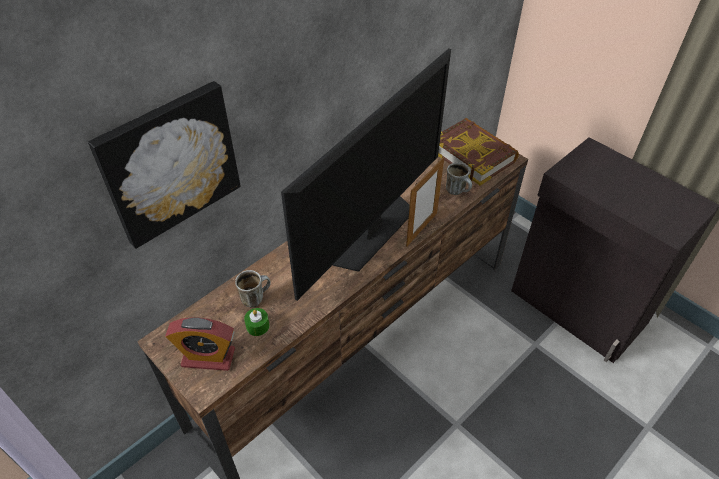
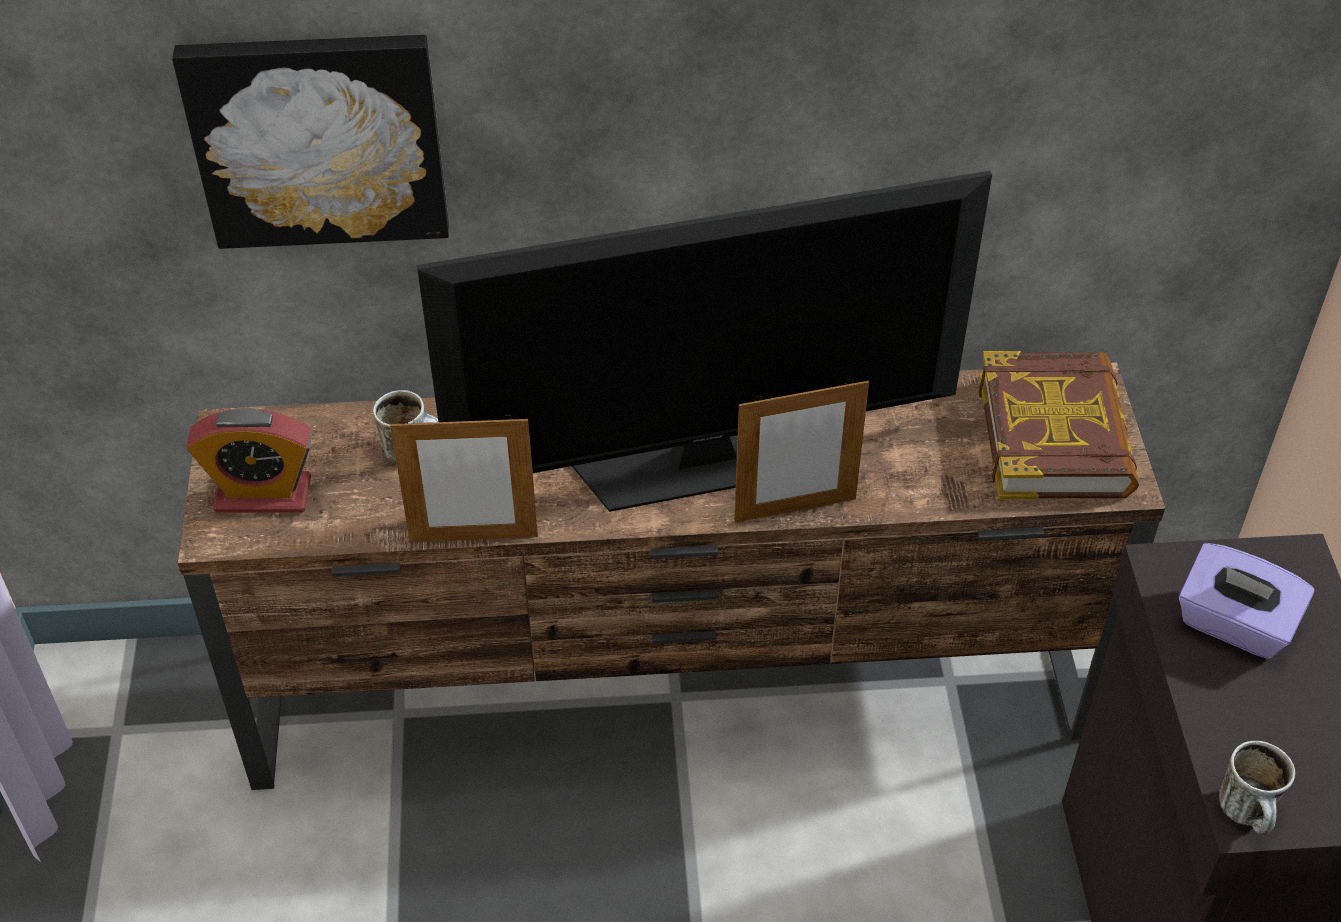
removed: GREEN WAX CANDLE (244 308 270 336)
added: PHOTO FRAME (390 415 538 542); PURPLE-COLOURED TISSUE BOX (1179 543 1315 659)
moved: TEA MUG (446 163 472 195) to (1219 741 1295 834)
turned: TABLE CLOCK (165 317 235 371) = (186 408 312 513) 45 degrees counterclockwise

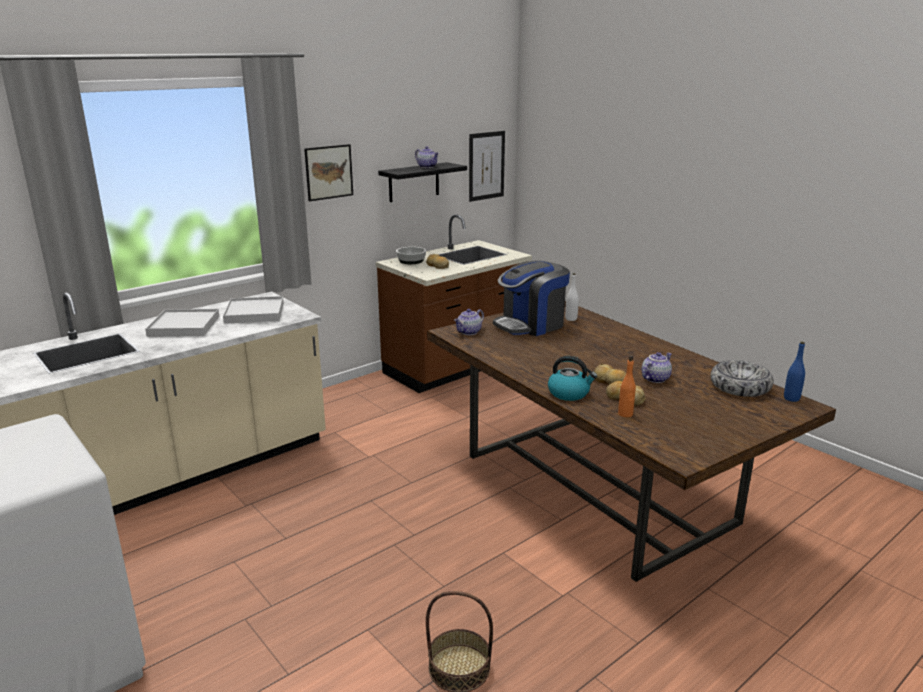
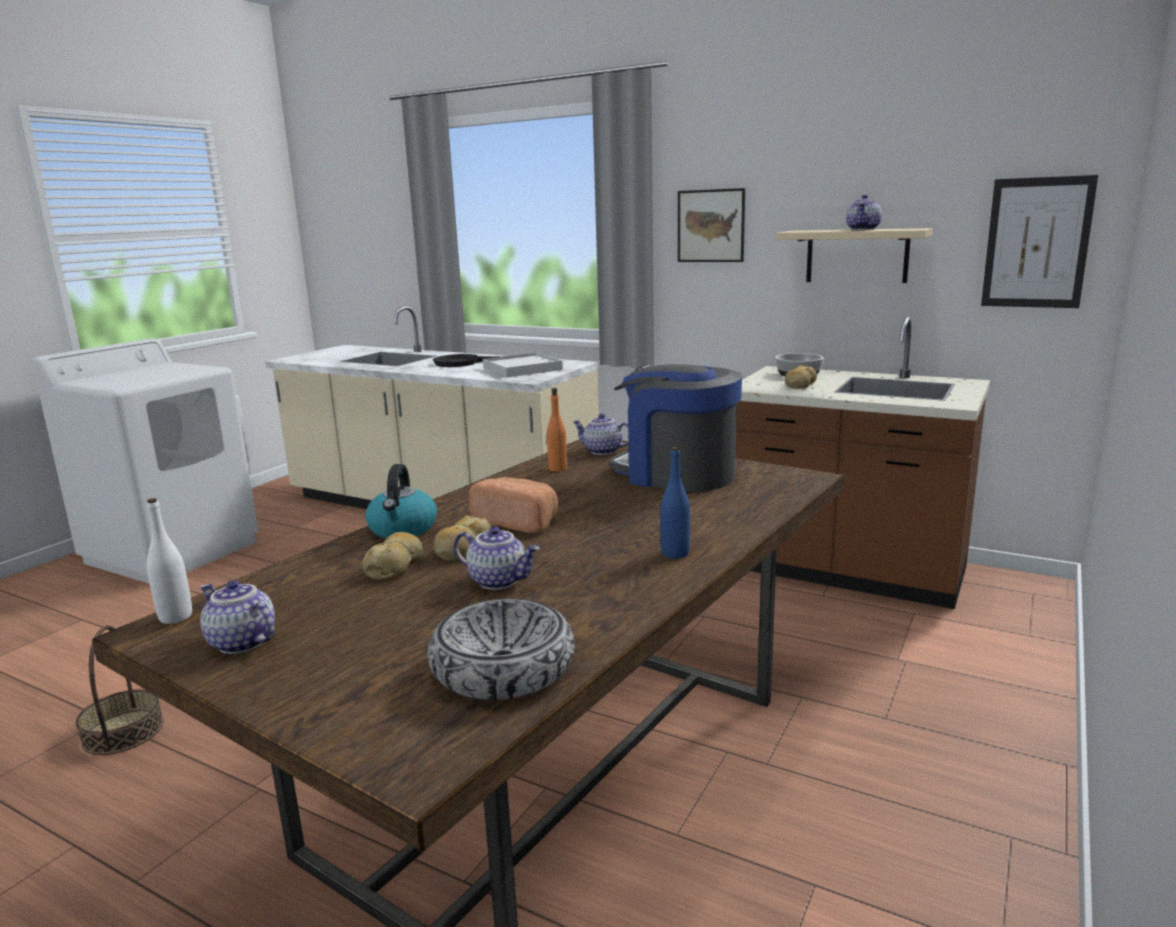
added: TEAPOT (200 580 275 654); BREAD (468 477 558 533)
moved: WHITISH BOTTLE (565 273 579 321) to (147 498 192 624); ORANGEY BOTTLE (618 355 636 417) to (546 388 567 472); BLUISH BOTTLE (784 342 805 402) to (660 447 690 559)
replaced: WHITISH SERVING TRAY (145 309 219 337) to BLACKISH PAN (433 354 512 367)
recoloured: BLACKISH BRACKET SHELF (378 162 467 202) to SAND-COLOURED BRACKET SHELF (775 228 933 283)

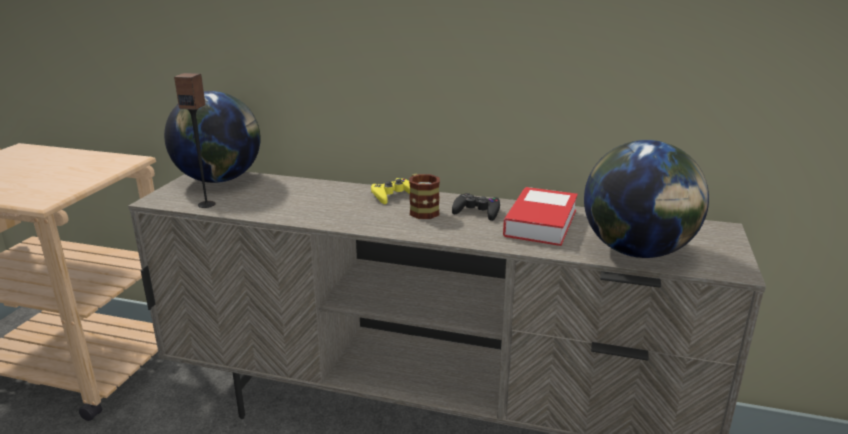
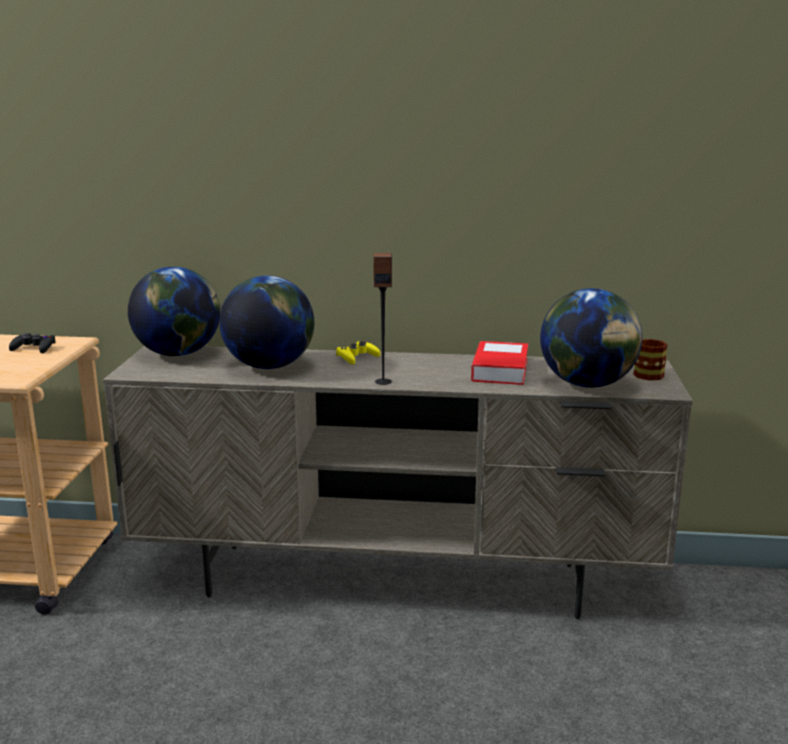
added: WORLD GLOBE (219 275 314 369)
moved: SPEAKER (174 73 215 208) to (373 253 392 385); TEA MUG (409 174 440 219) to (633 339 668 381); BLACKISH GAMEPAD (452 193 500 221) to (9 333 55 353)

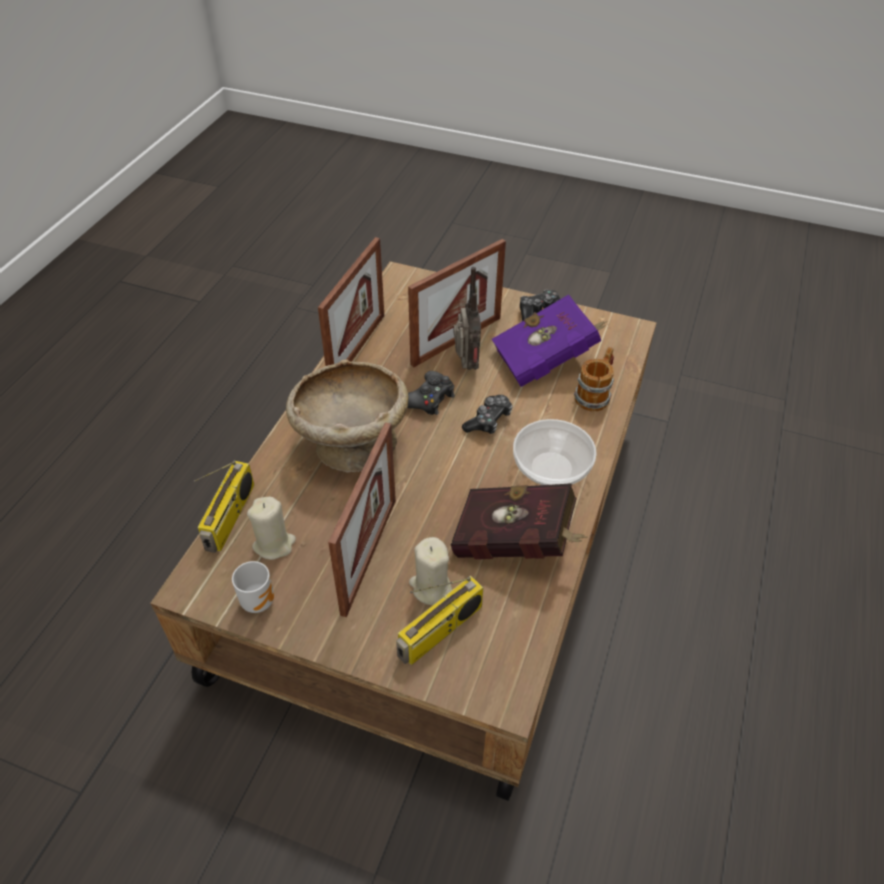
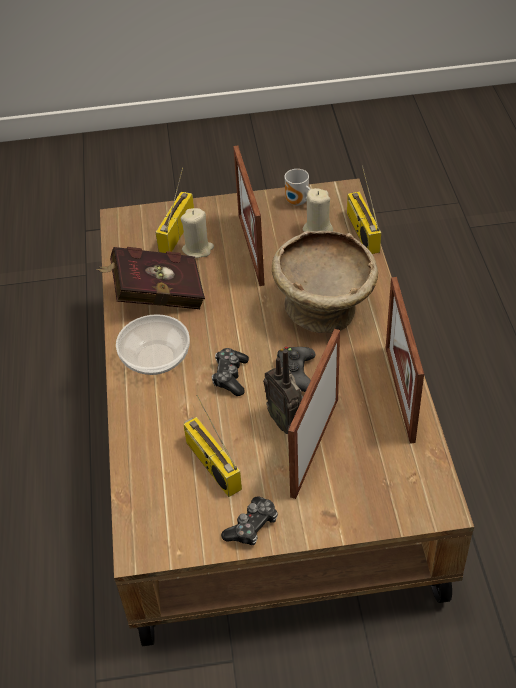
removed: TEA MUG (574 347 614 412)
replaced: PURPLE-COLOURED BOOK (492 294 607 387) to RADIO (183 395 242 497)

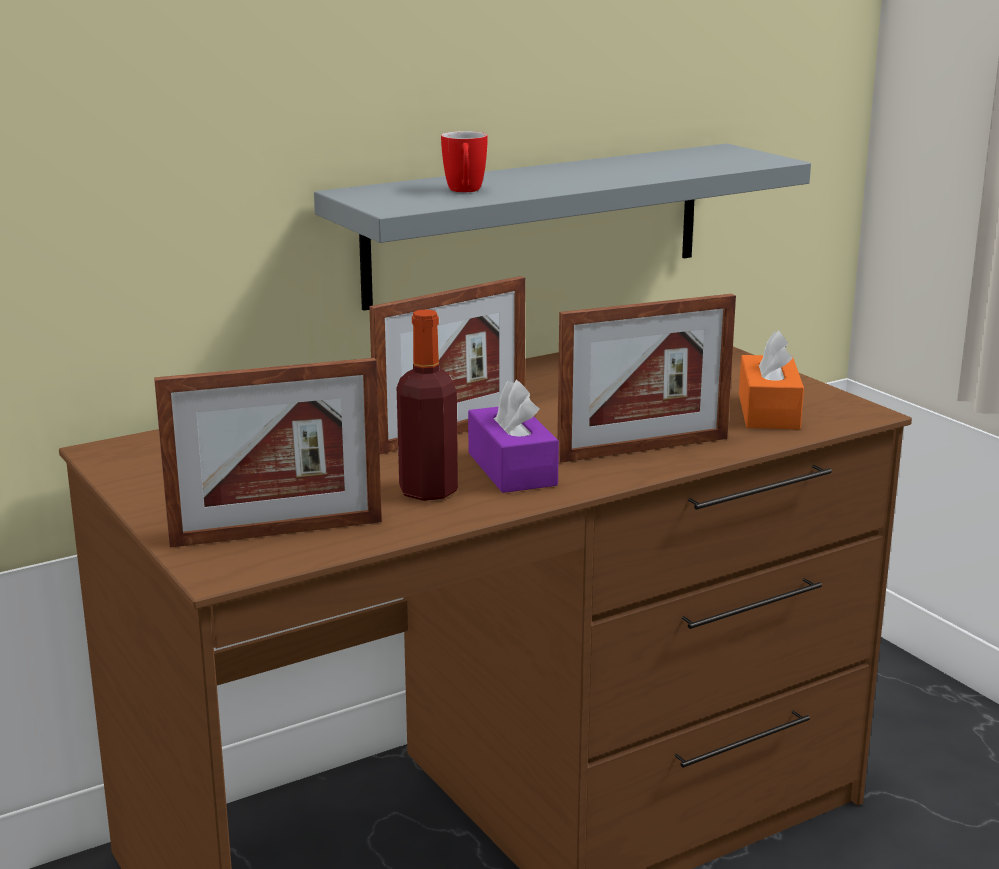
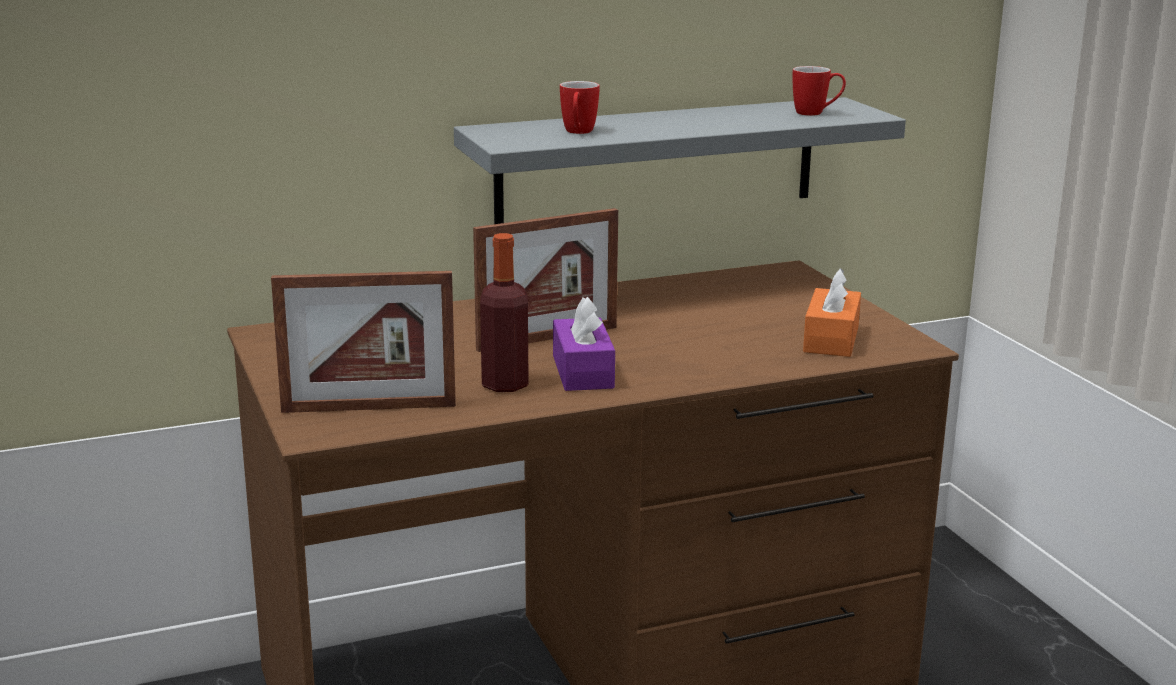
removed: PHOTO FRAME (557 294 736 463)
added: TEA MUG (793 66 846 116)

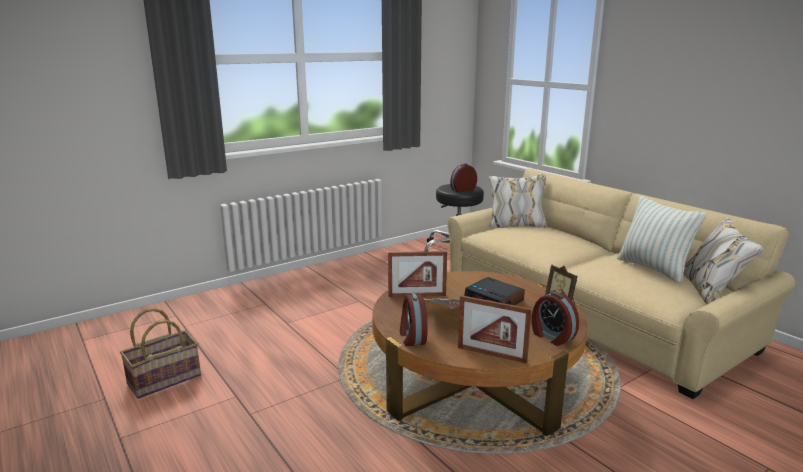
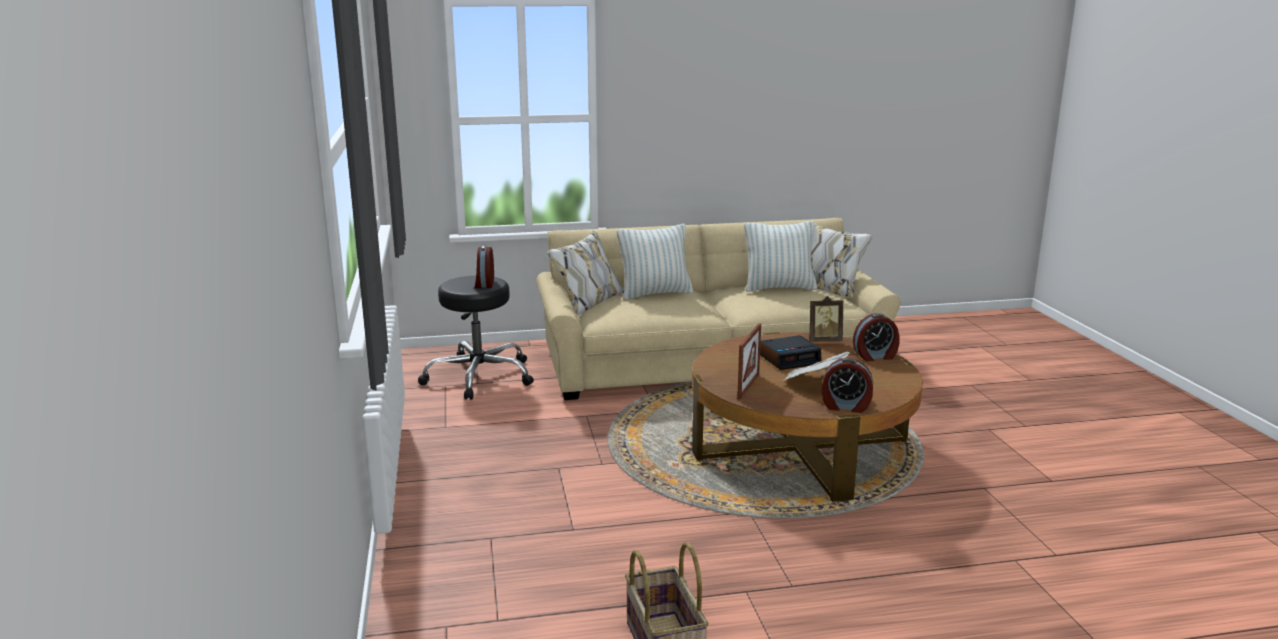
removed: PHOTO FRAME (458 295 532 364)
added: CUSHION (617 224 693 300)

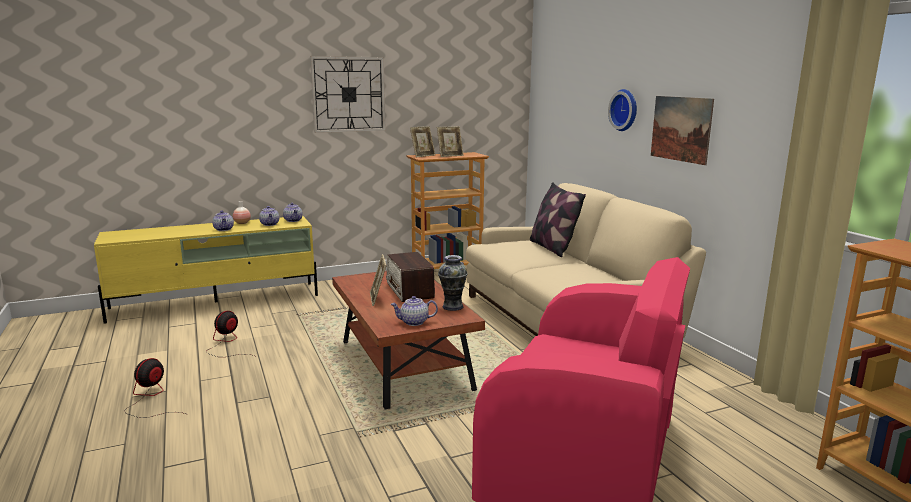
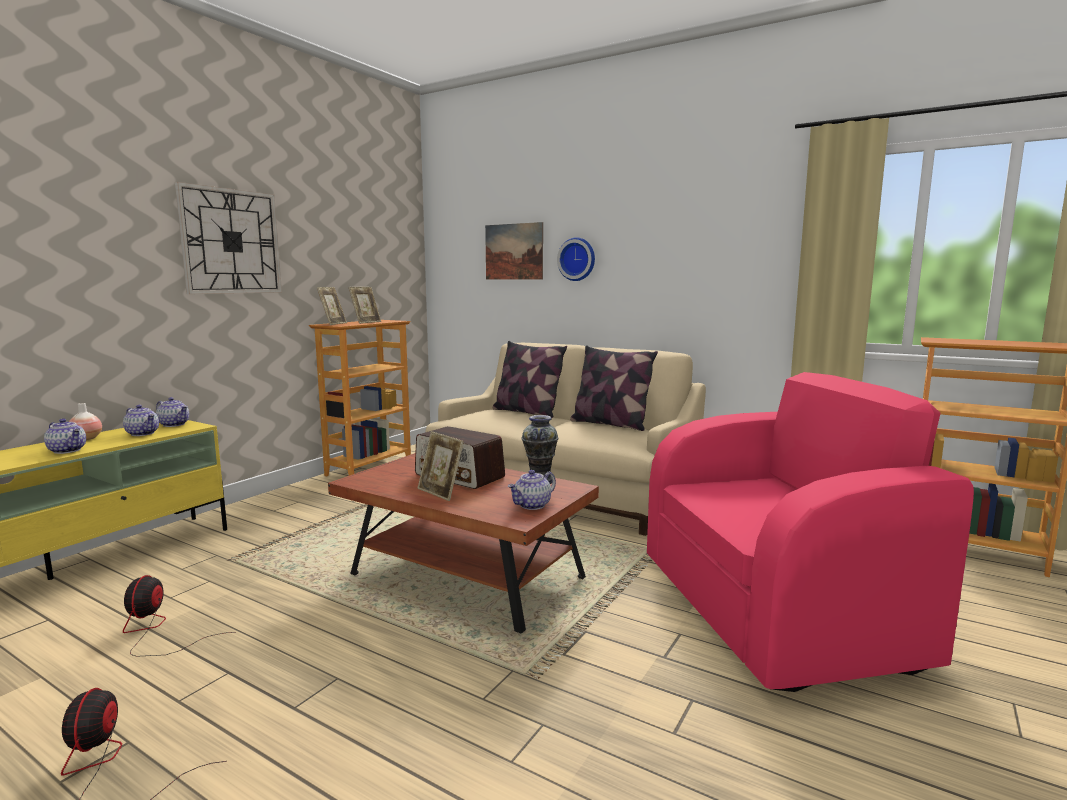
added: CUSHION (570 345 658 431)
moved: PICTURE (651 96 714 165) to (485 222 543 279)

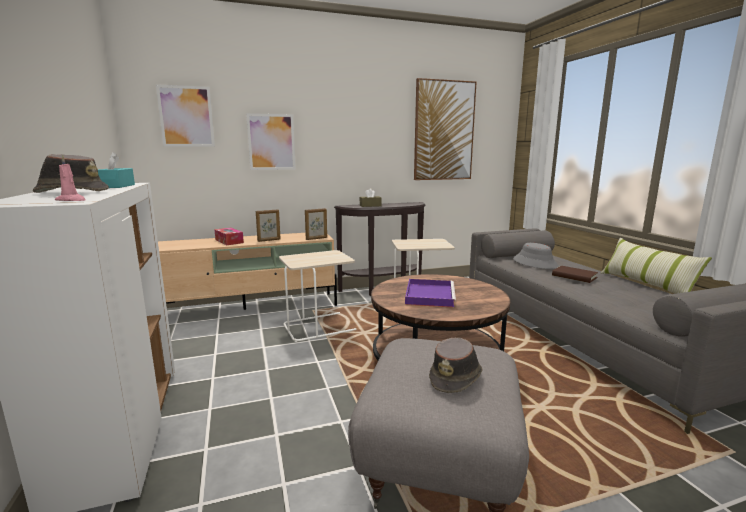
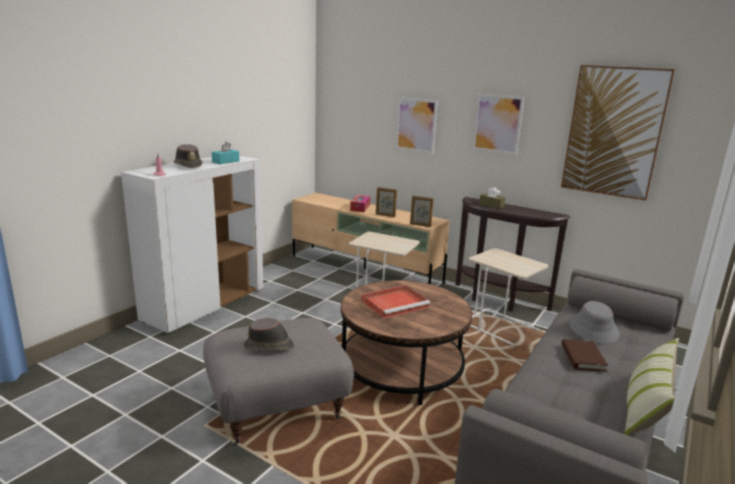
moved: PICTURE (156 84 215 147) to (472 94 524 155)
recoloured: PURPLE-COLOURED SERVING TRAY (405 279 456 308) to REDDISH SERVING TRAY (361 285 430 318)

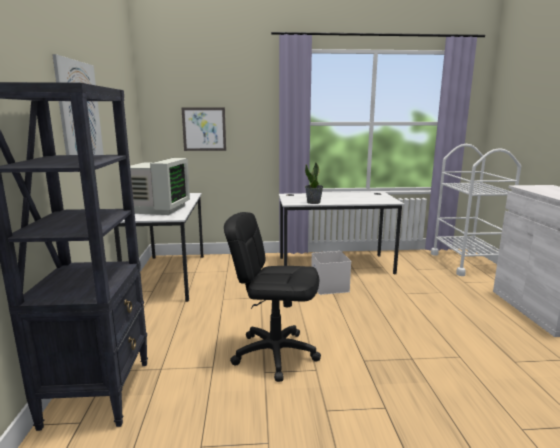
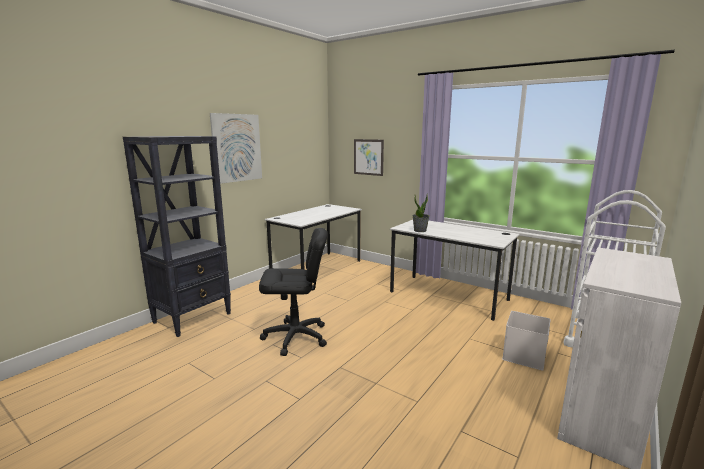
removed: MONITOR (130 158 190 215)
moved: WHITISH STORAGE BIN (311 251 351 295) to (502 311 551 370)
turned: BLACKISH COMPUTER CHAIR (224 212 321 382) = (259 228 328 356) 120 degrees clockwise

